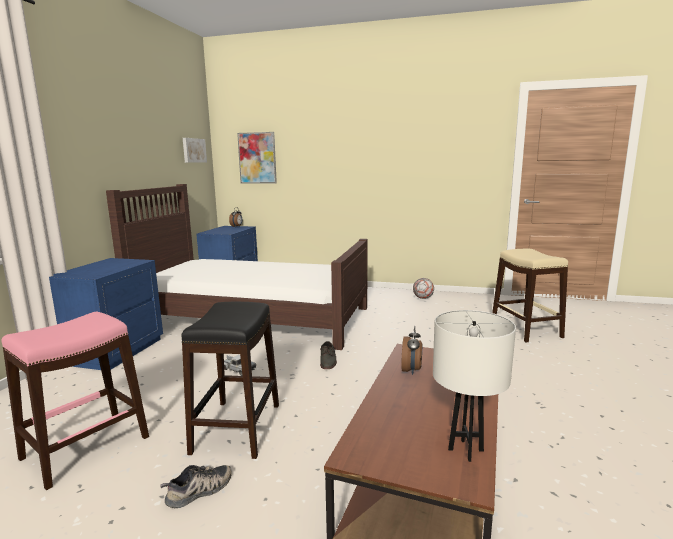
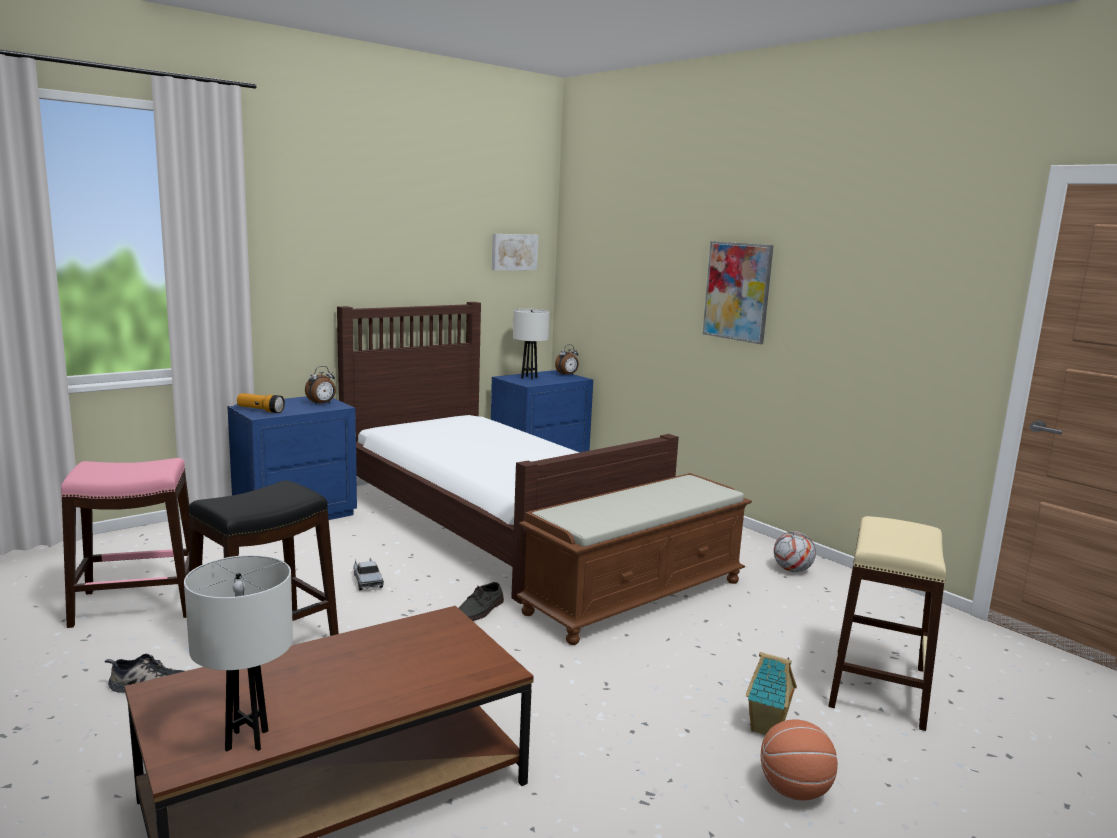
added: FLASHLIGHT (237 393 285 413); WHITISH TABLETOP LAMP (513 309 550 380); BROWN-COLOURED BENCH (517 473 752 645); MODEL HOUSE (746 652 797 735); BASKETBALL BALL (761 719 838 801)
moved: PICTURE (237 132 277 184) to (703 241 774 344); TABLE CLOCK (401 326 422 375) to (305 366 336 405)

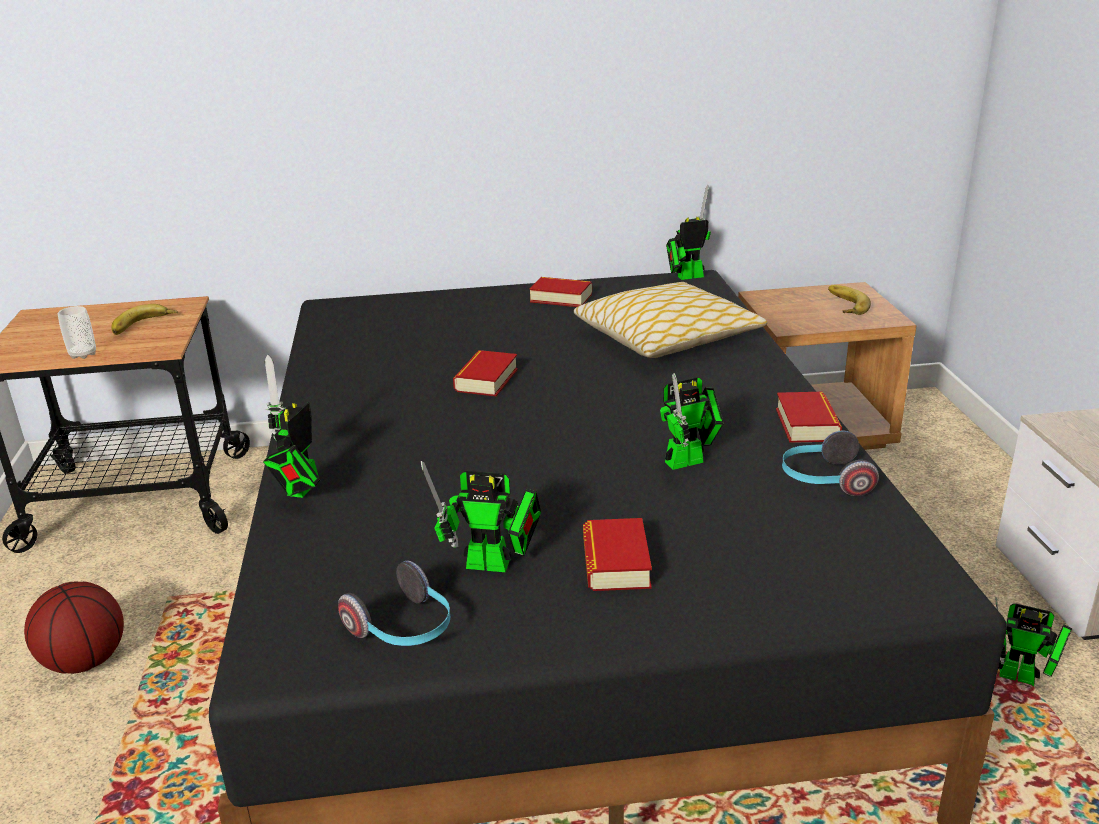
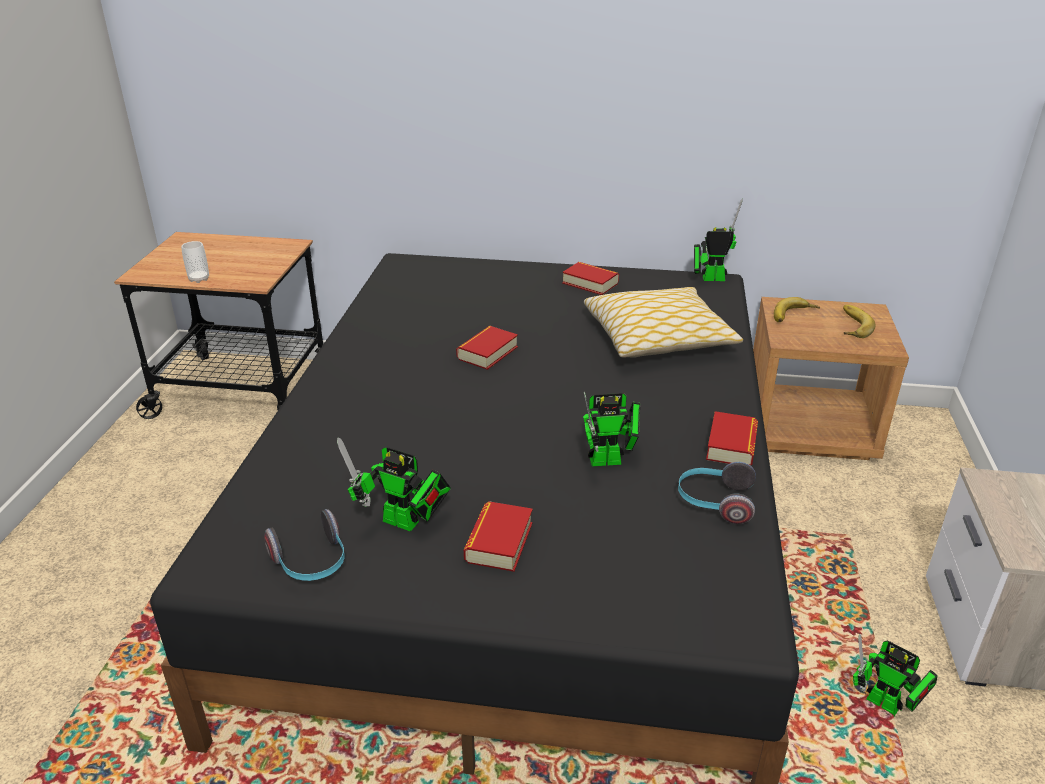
removed: BASKETBALL BALL (24 582 124 674); MODEL ROBOT (263 355 320 498)
moved: BANANA (111 304 178 335) to (774 297 820 322)

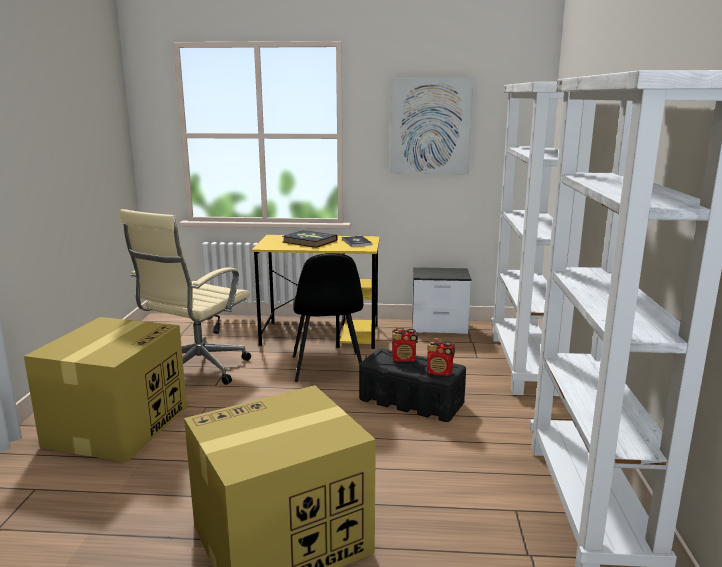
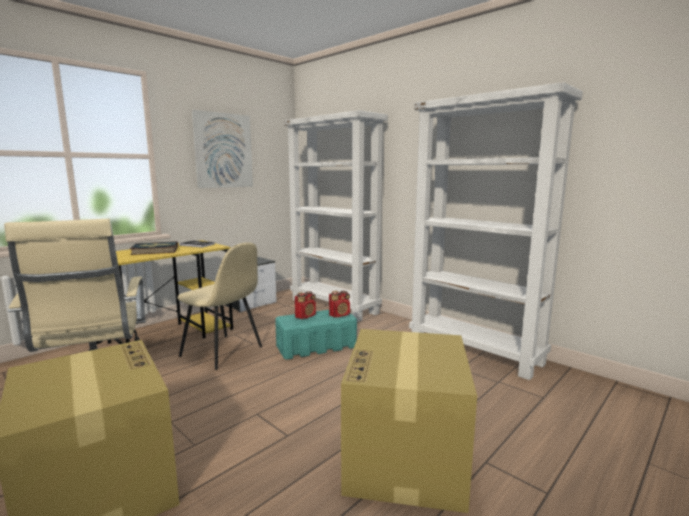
recoloured: BLACKISH CHAIR (293 253 363 382) to SAND-COLOURED CHAIR (178 242 262 370); BLACKISH STORAGE BIN (359 349 466 422) to BLUE-GREEN STORAGE BIN (275 310 357 360)

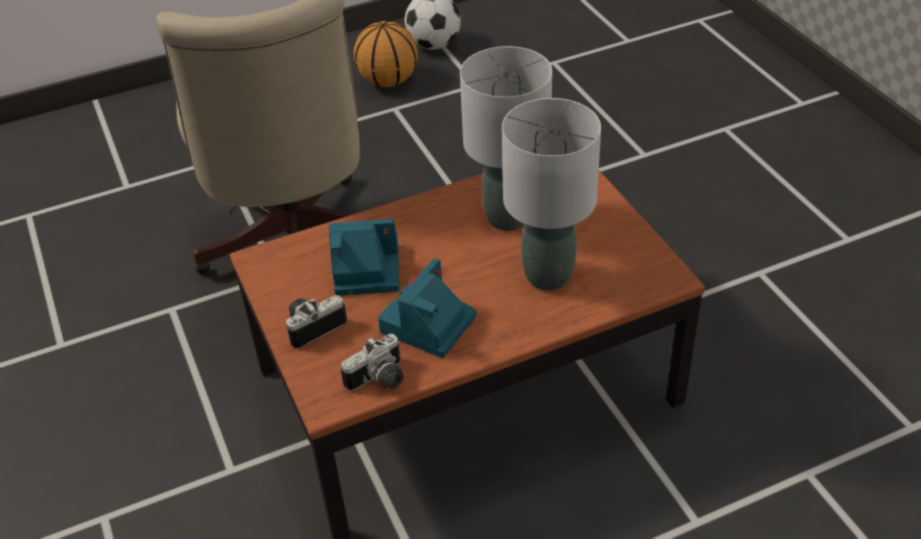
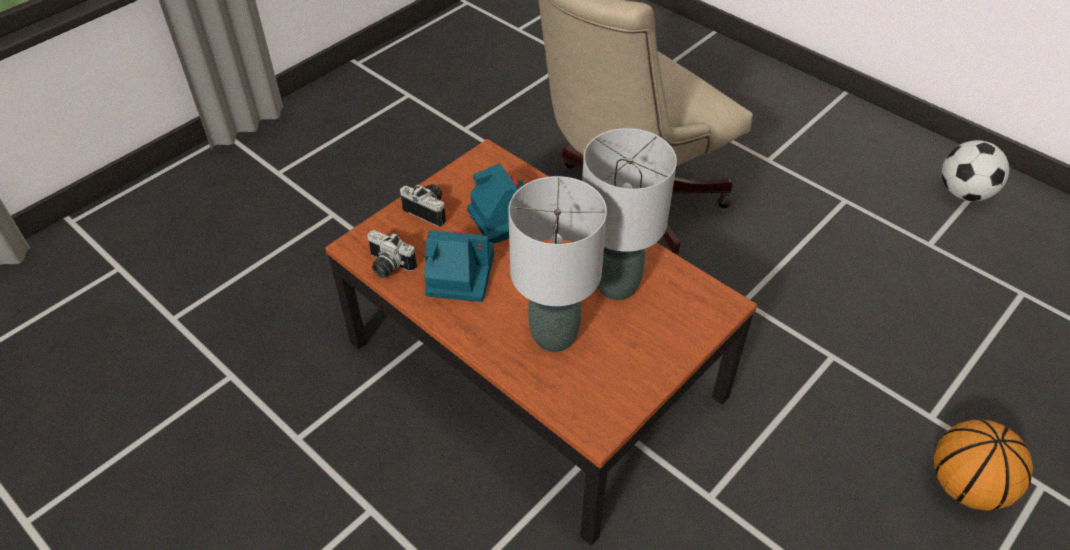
moved: BASKETBALL BALL (353 21 418 87) to (933 419 1033 511)

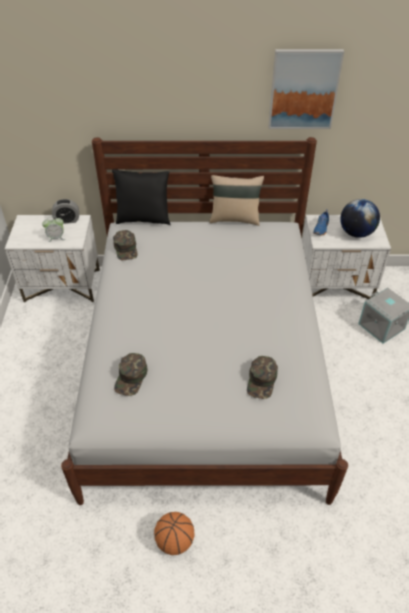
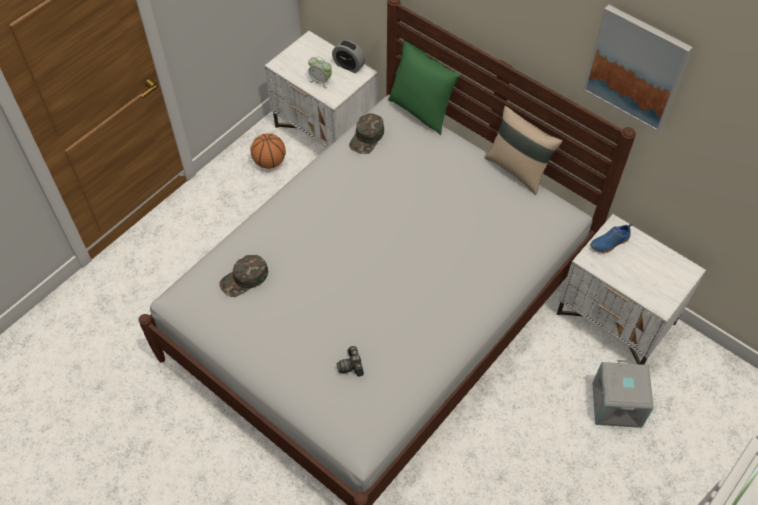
removed: WORLD GLOBE (340 199 380 238)
moved: BASKETBALL BALL (154 512 195 555) to (251 133 286 169)
replaced: GREEN PEAKED CAP (247 356 278 399) to STILL CAMERA (337 346 364 377)
recoloured: BLACKISH CUSHION (112 169 171 225) to GREEN CUSHION (388 40 460 135)

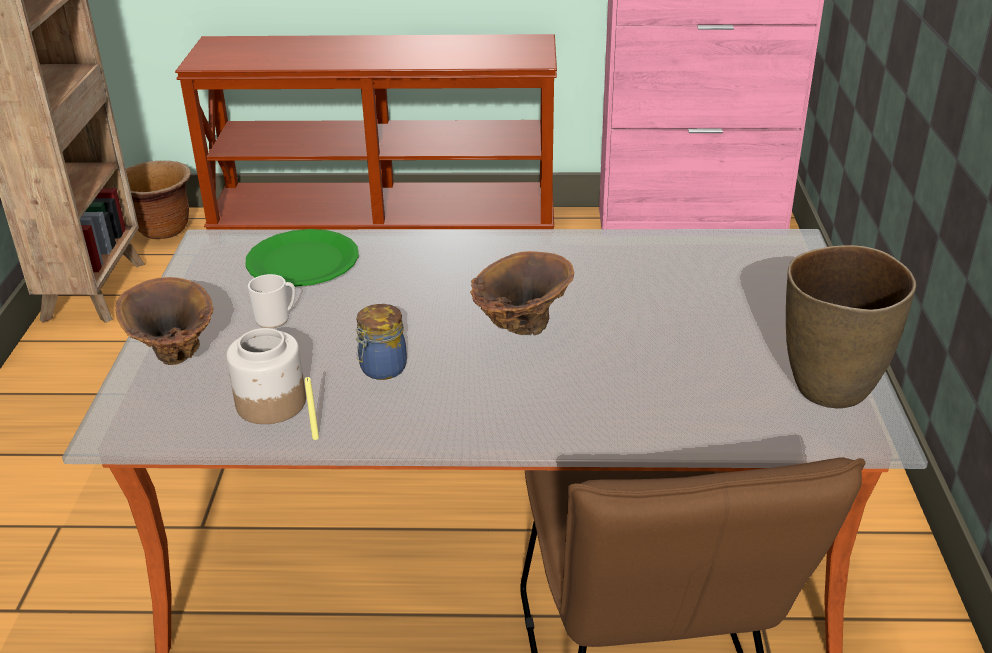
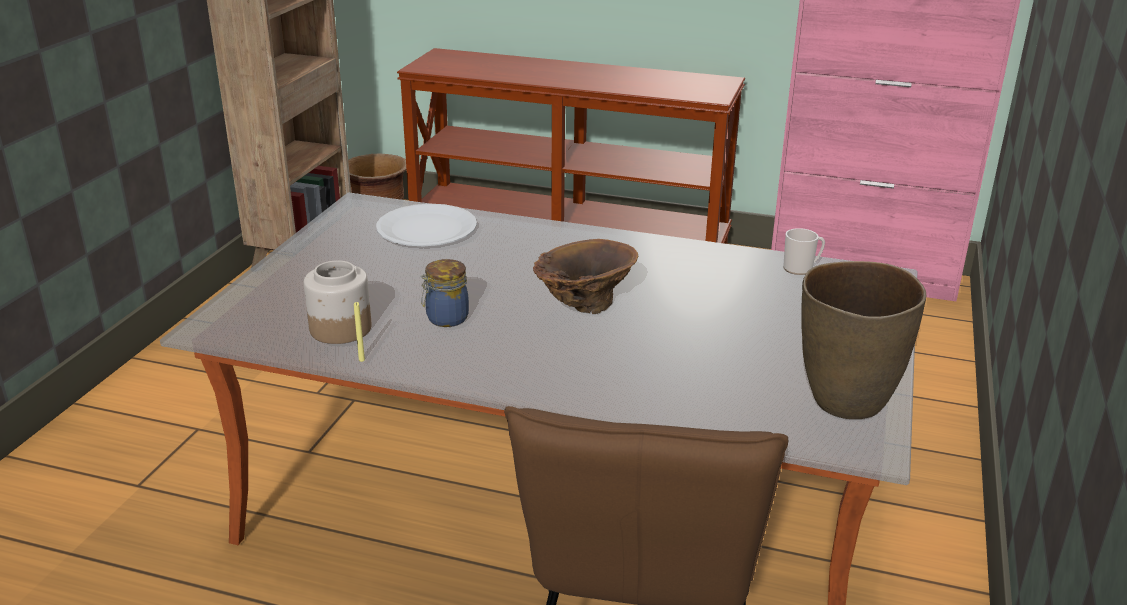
removed: BROWN-COLOURED DECORATIVE VASE (115 277 214 365)
moved: TEA MUG (248 274 295 328) to (783 228 825 275)
recoloured: GREEN DINNER PLATE (245 229 359 287) to WHITISH DINNER PLATE (376 204 477 246)

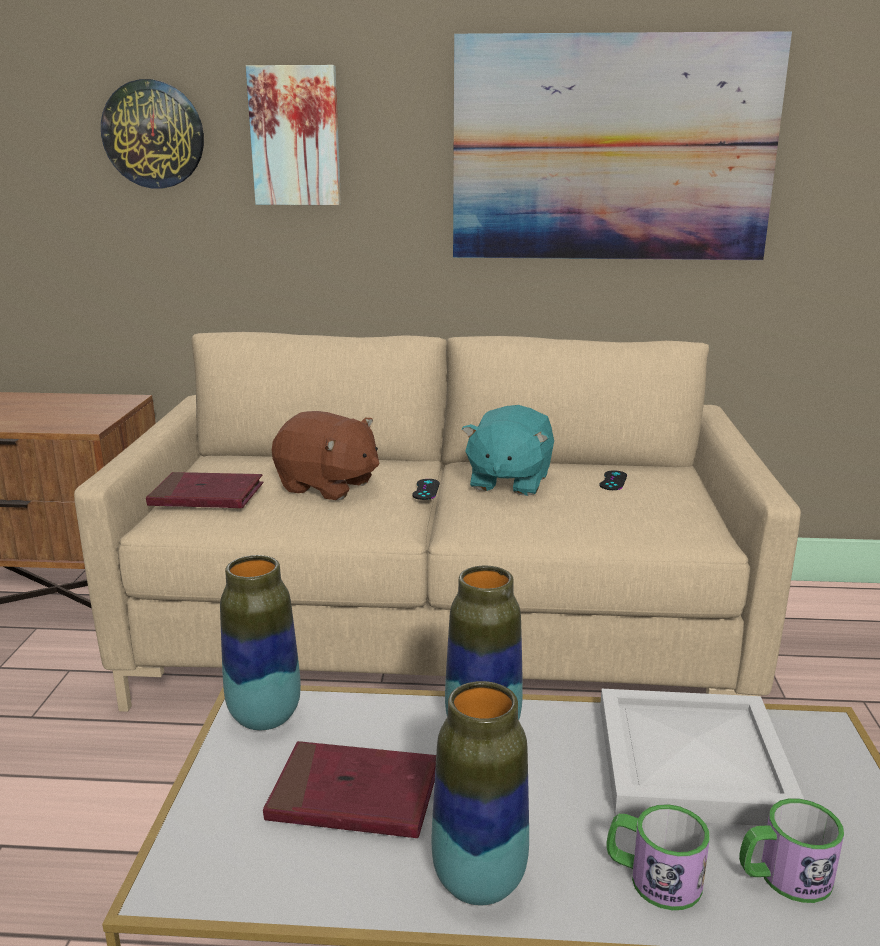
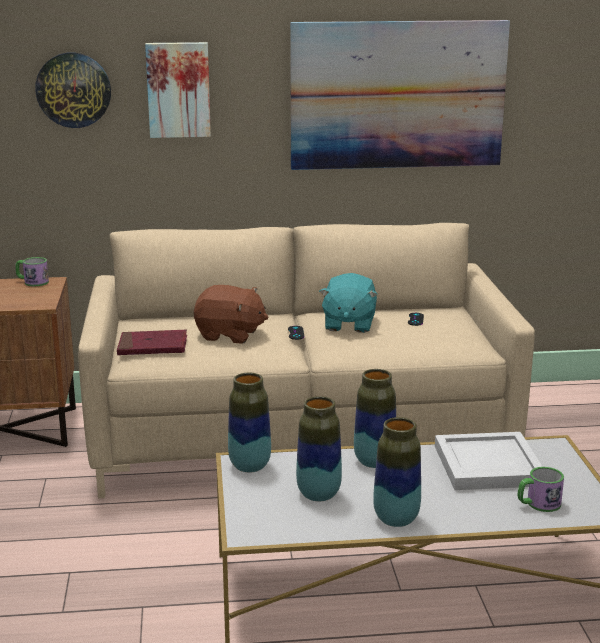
moved: TEA MUG (606 804 710 910) to (15 257 49 286)
replaced: REDDISH BOOK (263 741 436 838) to DECORATIVE VASE (296 396 342 501)

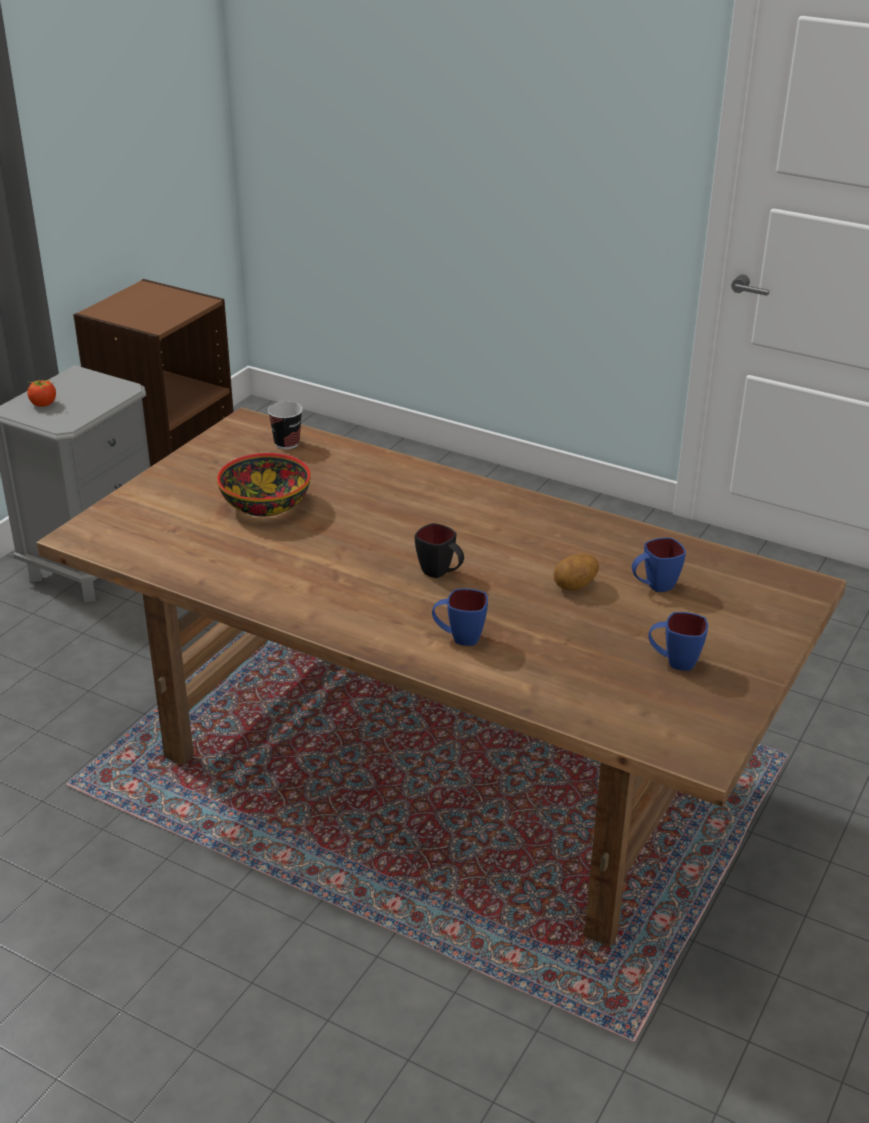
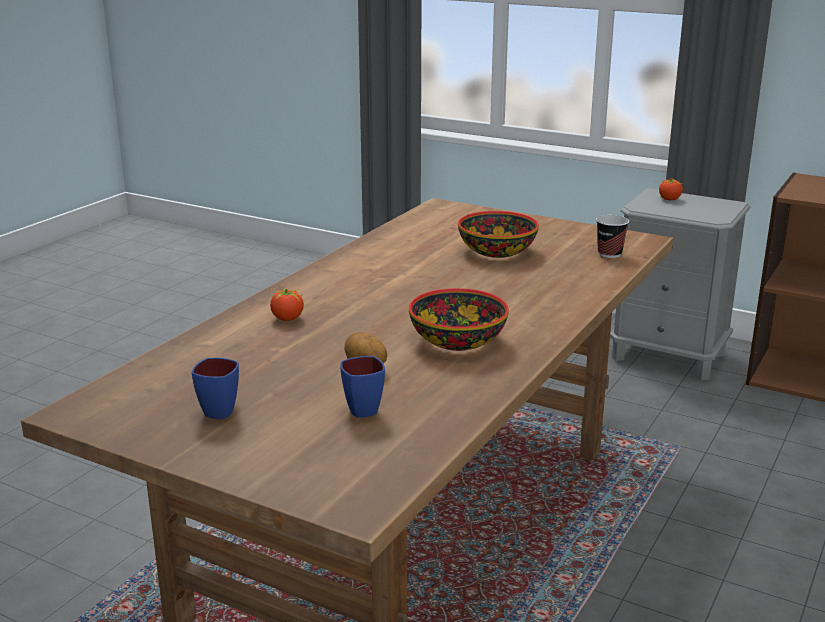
removed: BLACKISH TEA MUG (415 523 464 578)
added: DEEP DISH (409 288 509 351)
replaced: BLUISH TEA MUG (432 589 488 646) to WHOLE TOMATO (268 285 304 321)

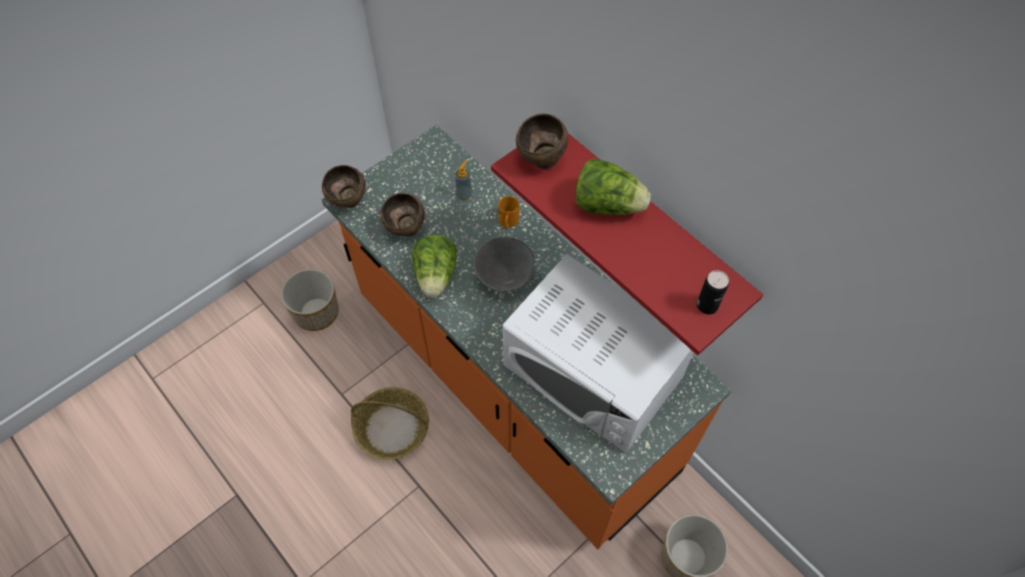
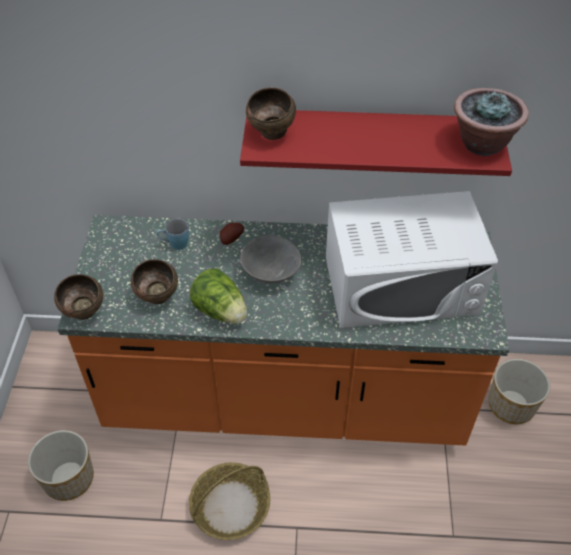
removed: HEAD OF LETTUCE (575 158 651 215)
replaced: SOAP BOTTLE (455 161 472 200) to BLUISH TEA MUG (156 219 189 250); ORANGEY TEA MUG (498 196 519 230) to POTATO (220 222 244 245); CAN (697 270 729 315) to HOUSEPLANT (454 88 529 156)

